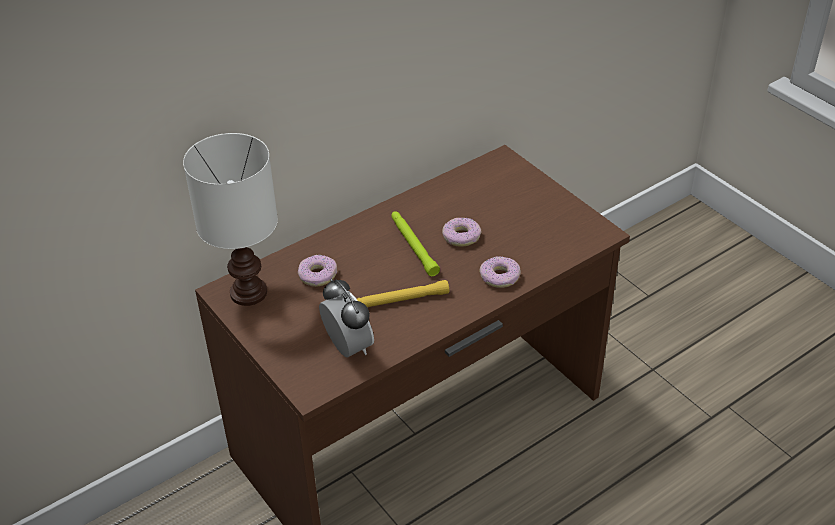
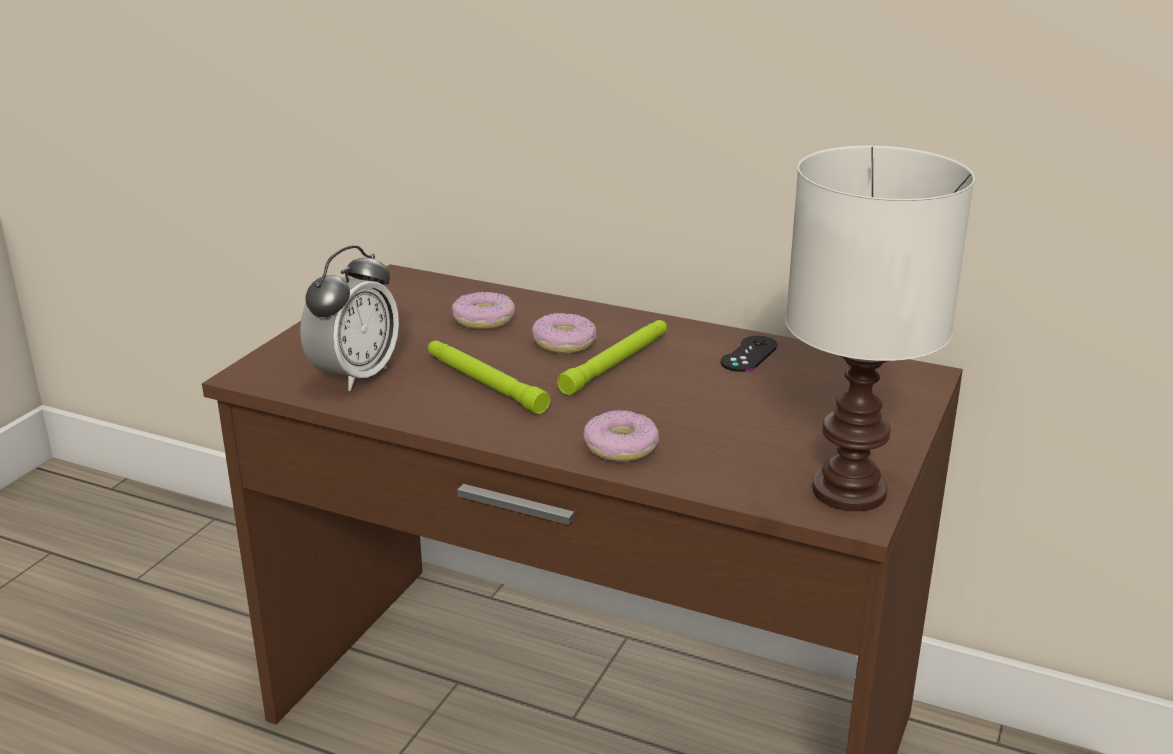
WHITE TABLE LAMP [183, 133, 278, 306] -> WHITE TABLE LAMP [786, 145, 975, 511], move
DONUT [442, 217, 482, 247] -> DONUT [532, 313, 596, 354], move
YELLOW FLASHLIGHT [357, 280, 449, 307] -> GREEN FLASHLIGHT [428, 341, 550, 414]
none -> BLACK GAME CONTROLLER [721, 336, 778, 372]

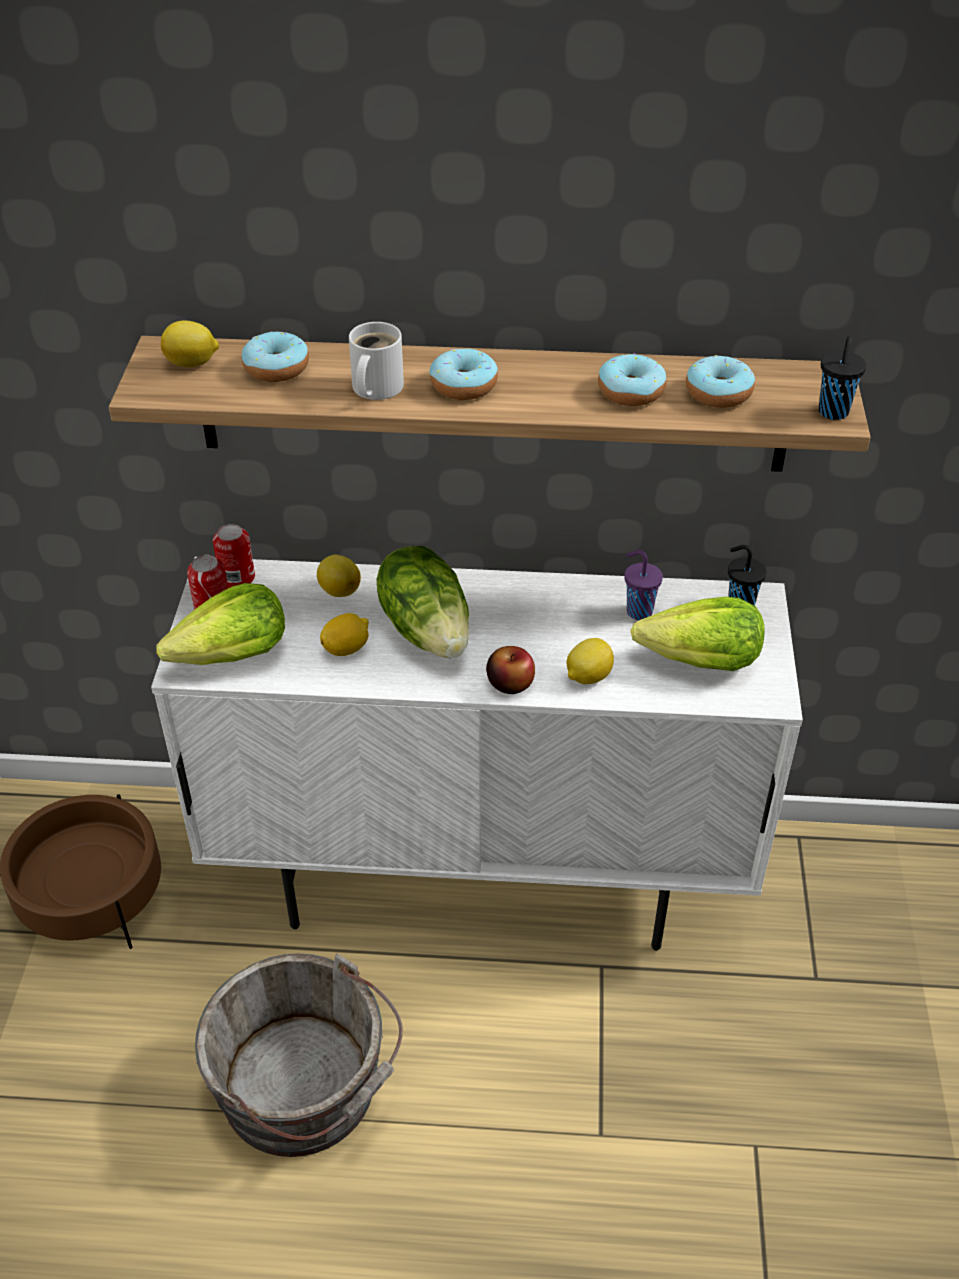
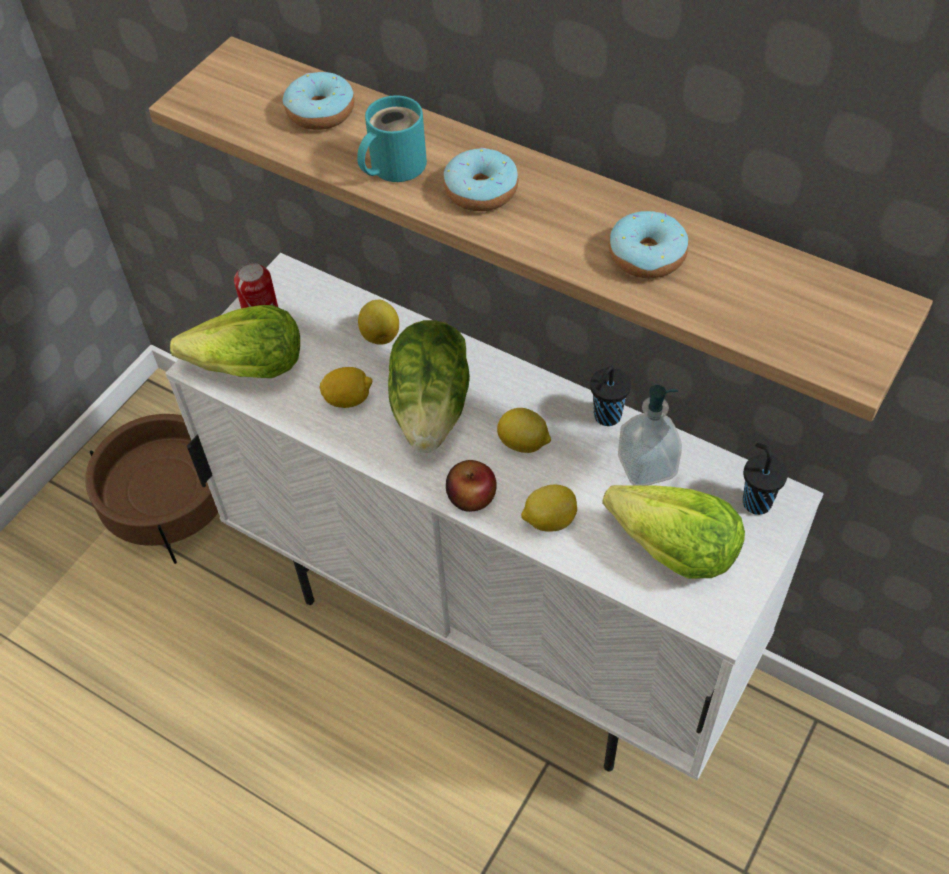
LEMON [161, 321, 219, 367] -> LEMON [497, 408, 551, 453], move
WHITE MUG [349, 322, 404, 400] -> TURQUOISE MUG [357, 95, 427, 182]
BLACK CUP [818, 336, 867, 420] -> BLACK CUP [590, 366, 631, 426], move
DONUT [686, 355, 755, 408] -> none
CAN [213, 524, 255, 588] -> none
PURPLE CUP [624, 550, 663, 620] -> SOAP DISPENSER [618, 385, 682, 486]
GREY BUCKET [195, 953, 403, 1157] -> none

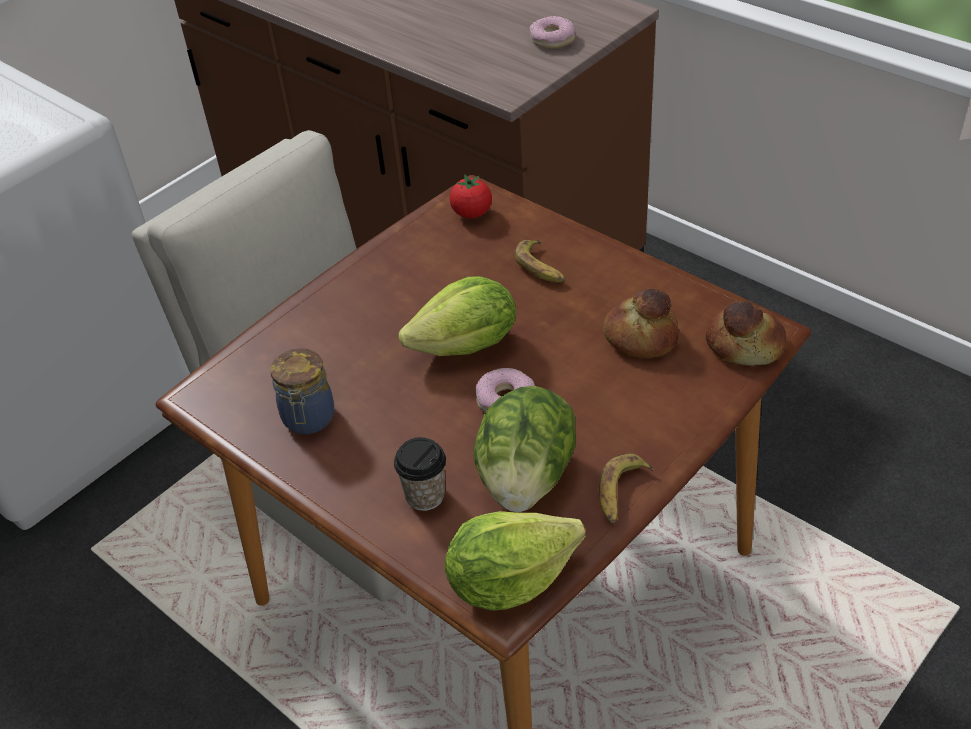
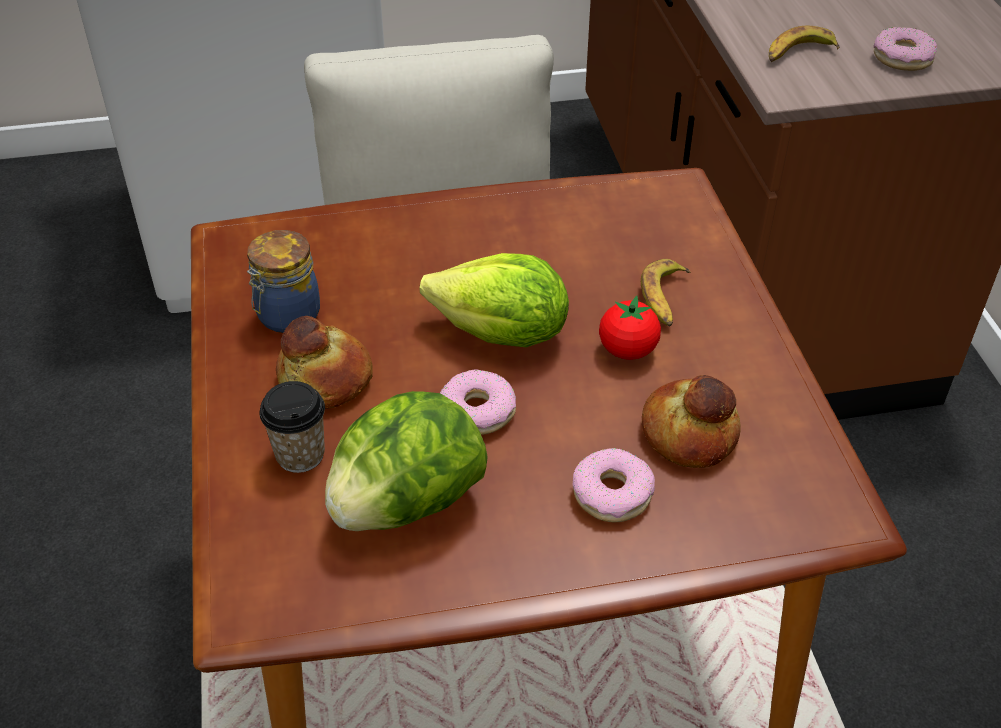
TOMATO [450, 174, 492, 218] -> TOMATO [599, 296, 661, 360], move
BREAD [706, 301, 787, 366] -> BREAD [276, 316, 373, 409], move
BANANA [599, 453, 654, 524] -> BANANA [769, 26, 840, 62], move
LETTUCE [445, 511, 585, 611] -> none
none -> DONUT [573, 448, 655, 522]

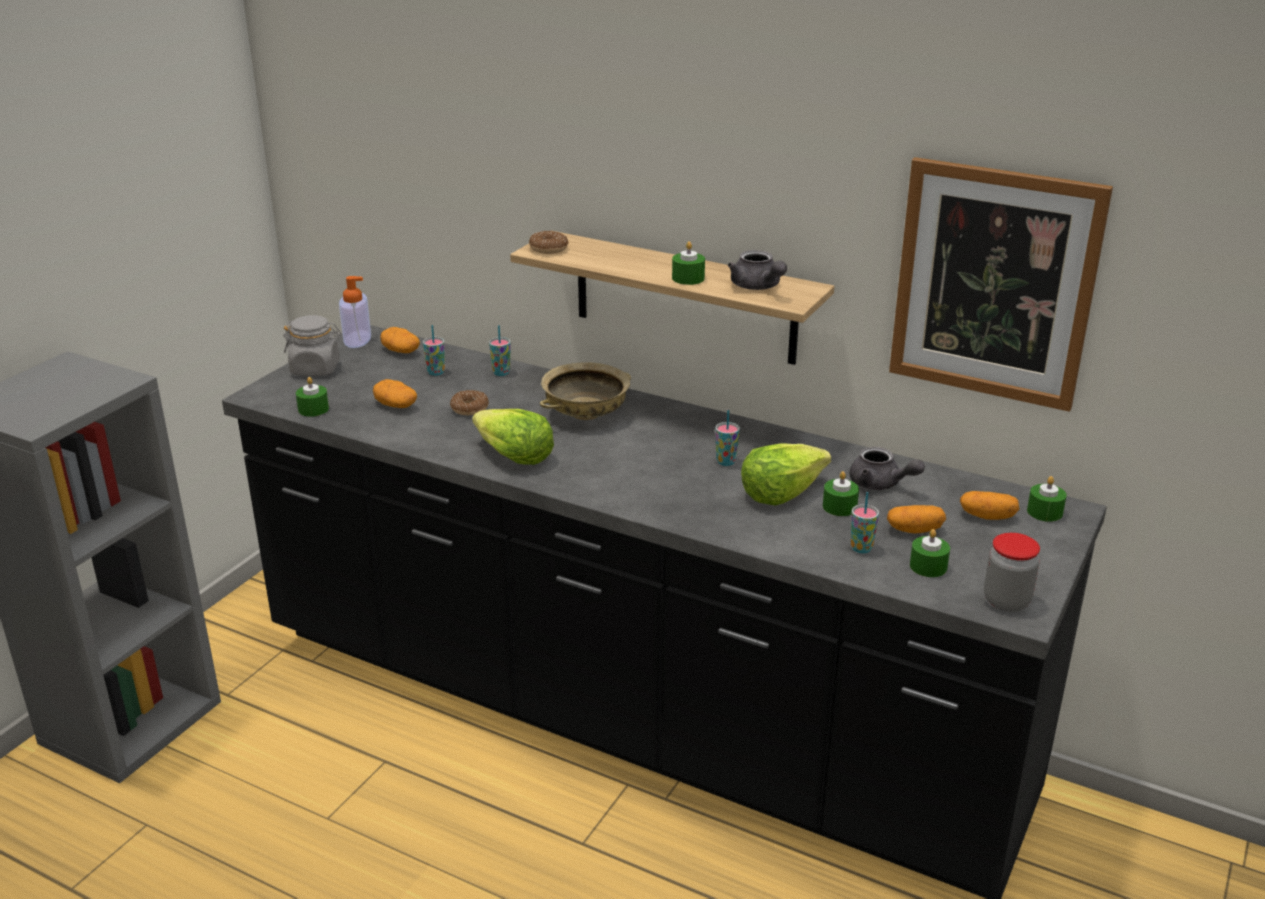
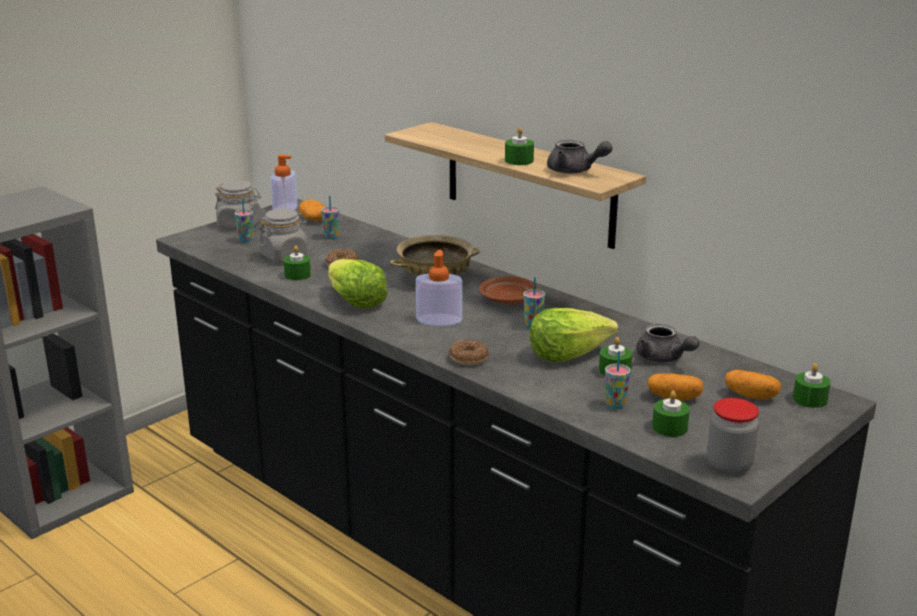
PICTURE [889, 157, 1113, 412] -> none
DONUT [529, 231, 569, 254] -> DONUT [449, 340, 489, 365], move
GREY TEAPOT [728, 250, 787, 290] -> GREY TEAPOT [547, 140, 612, 174], 45 degrees counterclockwise
CUP [489, 325, 511, 376] -> CUP [235, 198, 254, 242], move
GREEN CANDLE [296, 377, 329, 417] -> GREEN CANDLE [283, 246, 311, 280], move
POTATO [373, 379, 417, 408] -> GREY JAR [259, 208, 308, 262]
none -> SOAP DISPENSER [416, 250, 462, 326]
none -> BROWN PLATE [479, 276, 538, 305]

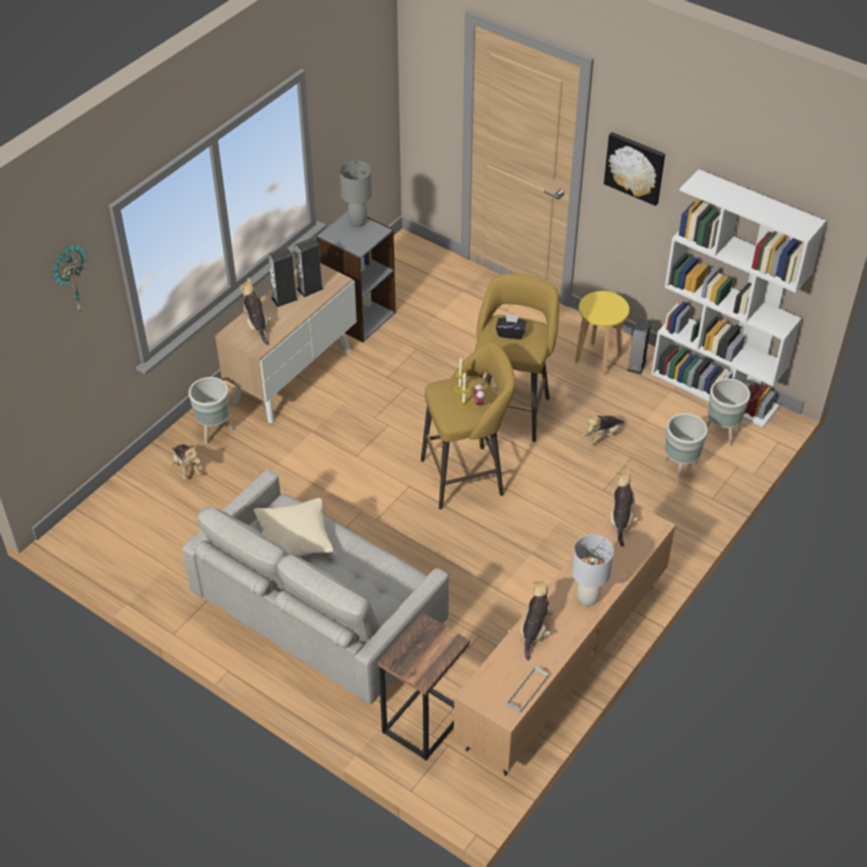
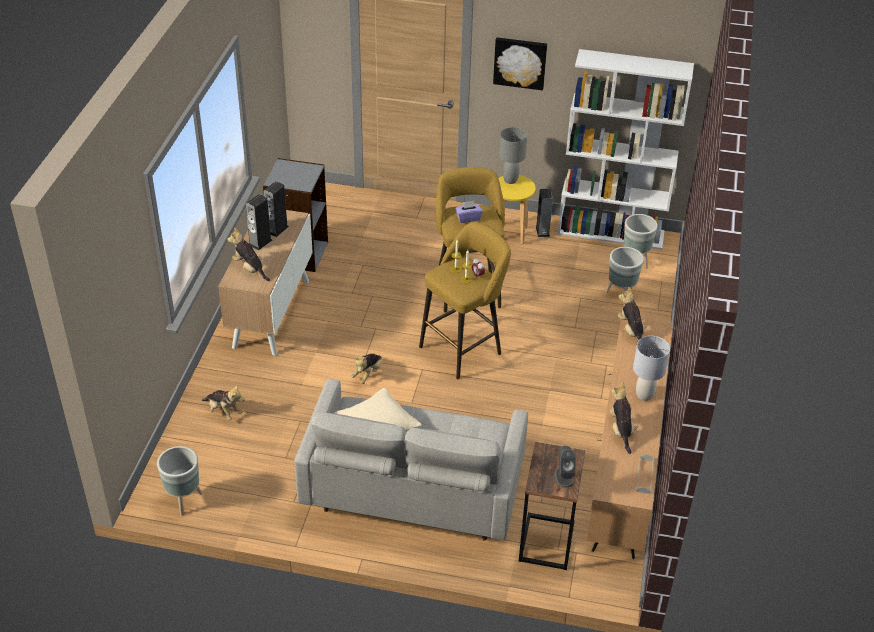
GREY TABLE LAMP [340, 161, 372, 227] -> GREY TABLE LAMP [499, 127, 527, 184], move
WALL CLOCK [52, 243, 87, 311] -> none
BLACK TISSUE BOX [496, 314, 527, 339] -> PURPLE TISSUE BOX [455, 201, 483, 223]
GREY PLANTER [189, 377, 234, 444] -> GREY PLANTER [157, 446, 202, 515], move
PLUSH TOY [583, 415, 624, 445] -> PLUSH TOY [351, 353, 382, 384], move
none -> GREY SPEAKER [555, 446, 576, 488]

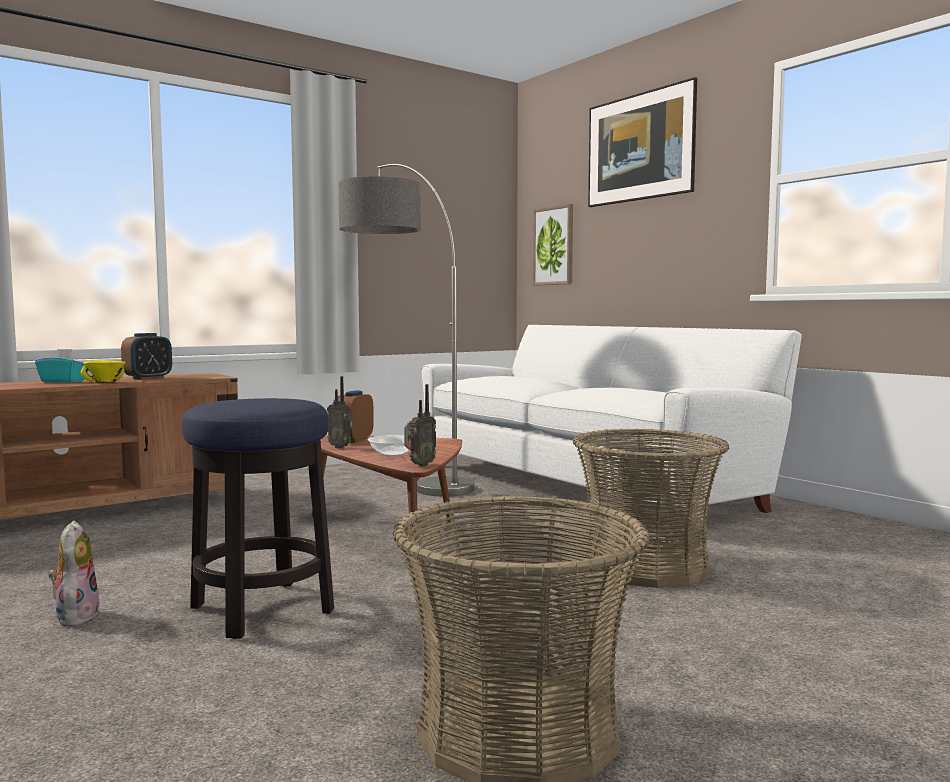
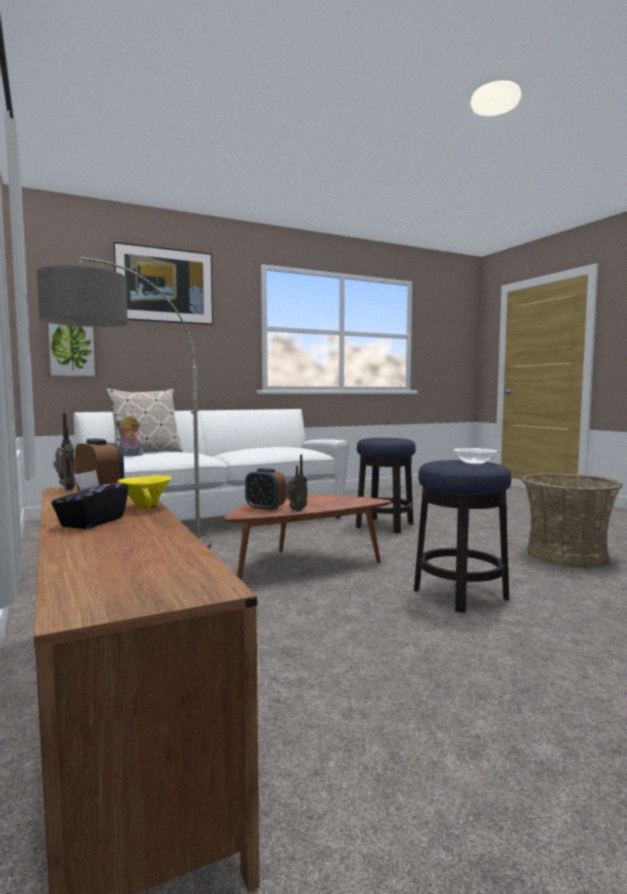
TURQUOISE TISSUE BOX [35, 349, 84, 383] -> BLACK TISSUE BOX [51, 470, 129, 529]
RADIO [404, 384, 436, 466] -> RADIO [54, 413, 75, 490], move
BASKET [573, 428, 729, 588] -> STOOL [356, 438, 416, 534]
BOWL [368, 435, 410, 456] -> BOWL [454, 448, 497, 464], move
PLUSH TOY [48, 521, 100, 627] -> PLUSH TOY [115, 412, 143, 456], move
none -> PILLOW [106, 389, 183, 452]

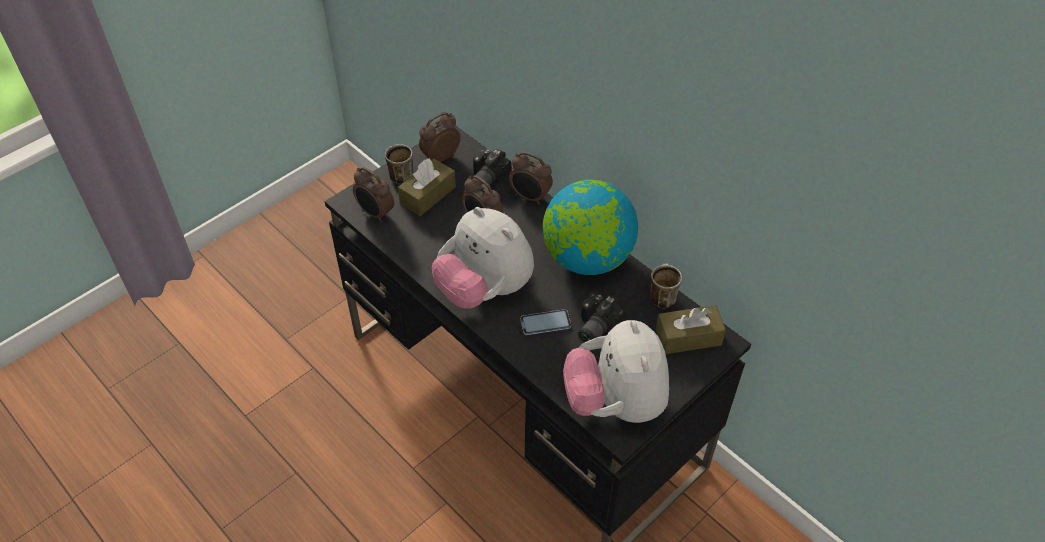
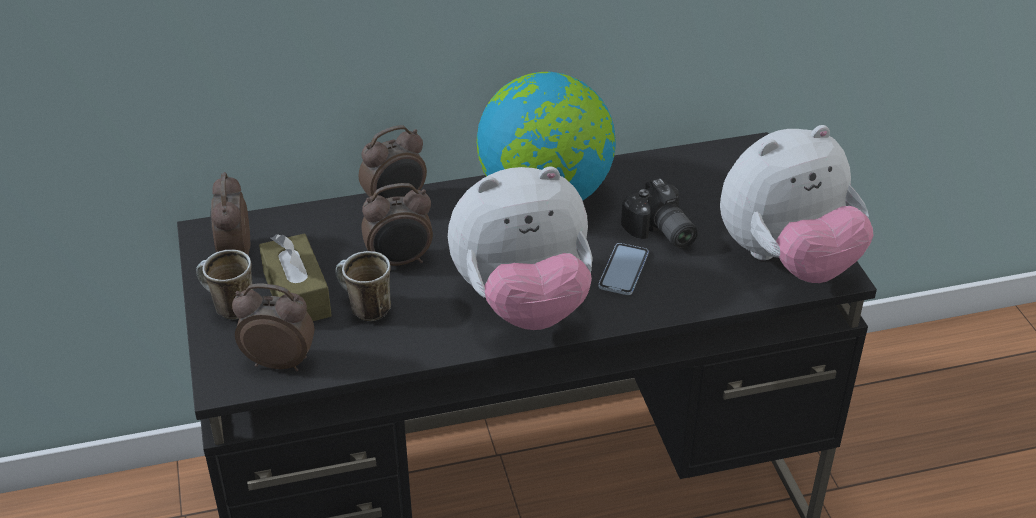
PHOTO CAMERA [473, 148, 511, 185] -> none
ALARM CLOCK [353, 167, 394, 222] -> ALARM CLOCK [232, 283, 314, 371], 150 degrees counterclockwise
MUG [650, 264, 682, 308] -> MUG [335, 251, 391, 321], move
BROWN TISSUE BOX [656, 305, 726, 354] -> none
PLUSH TOY [563, 320, 669, 423] -> PLUSH TOY [720, 125, 874, 283], 45 degrees counterclockwise

